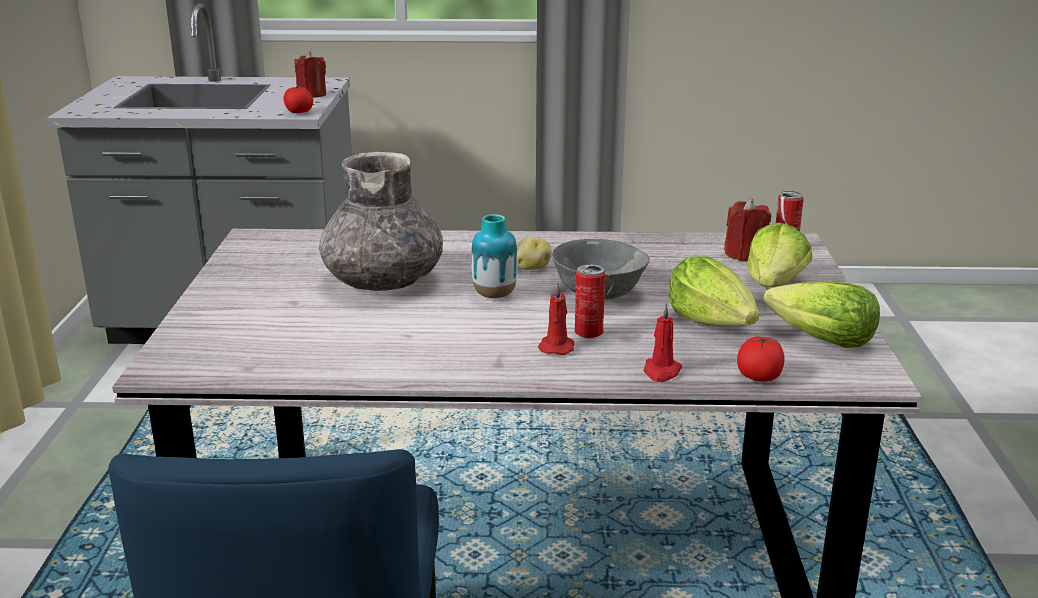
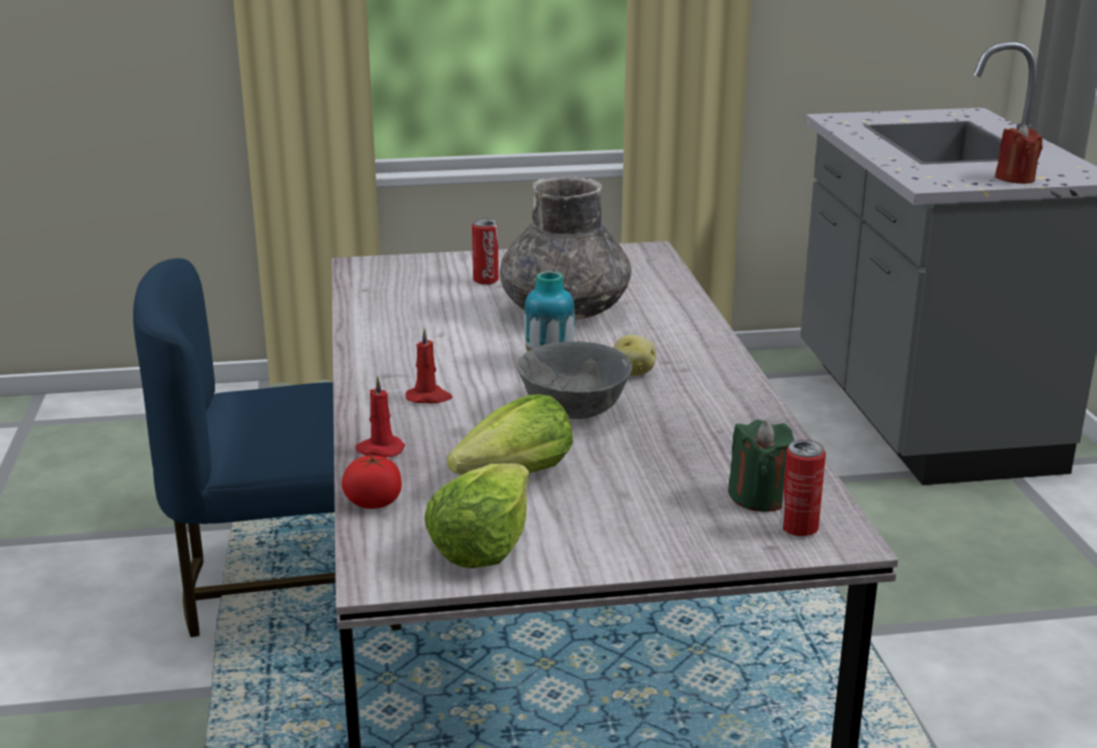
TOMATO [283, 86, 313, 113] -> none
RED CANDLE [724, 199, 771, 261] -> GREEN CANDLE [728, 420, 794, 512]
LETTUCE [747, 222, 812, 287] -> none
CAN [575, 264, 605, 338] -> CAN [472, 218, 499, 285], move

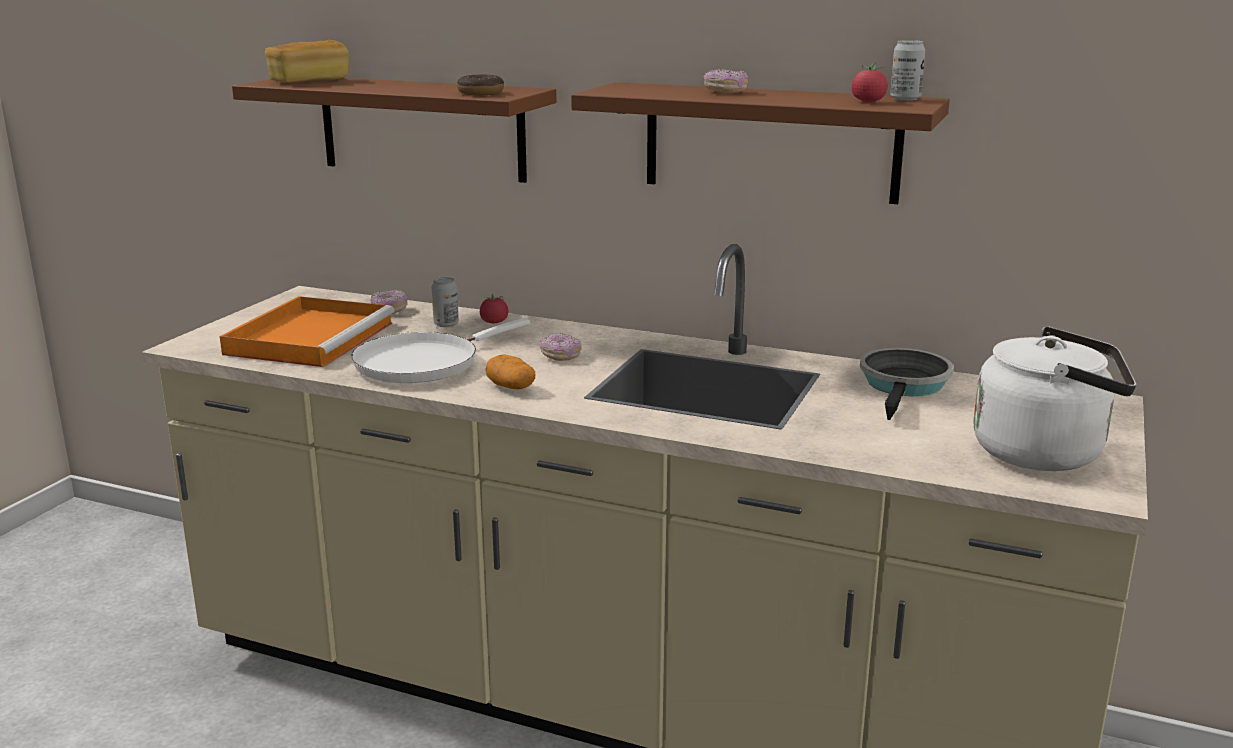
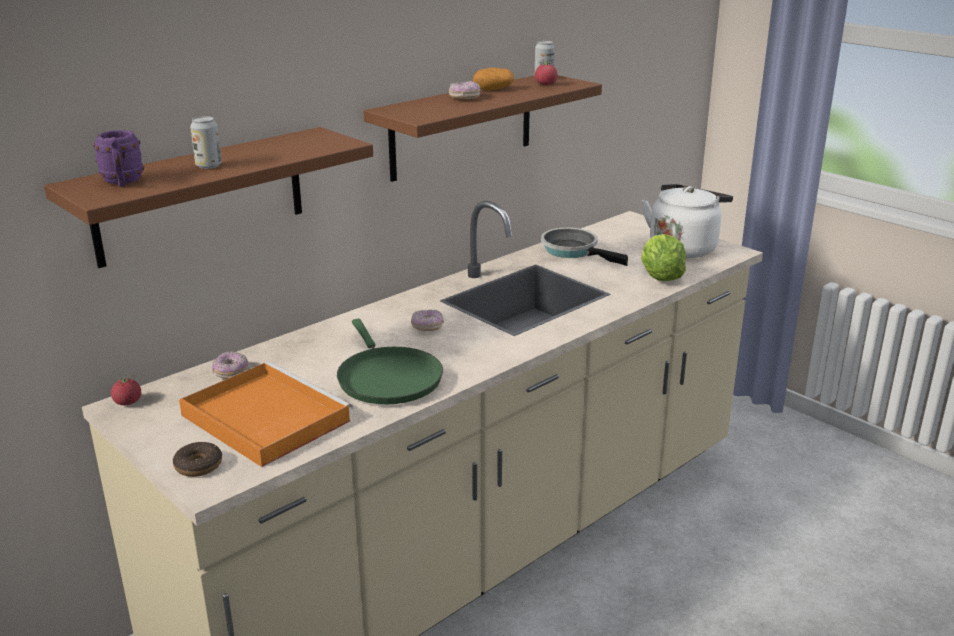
BREAD [265, 40, 349, 83] -> PURPLE MUG [93, 130, 144, 187]
DONUT [457, 74, 504, 95] -> DONUT [173, 442, 222, 477], move
CAN [432, 277, 459, 327] -> CAN [190, 116, 222, 169], move
TOMATO [480, 294, 508, 323] -> TOMATO [111, 375, 141, 405], move
WHITE FRYING PAN [351, 318, 530, 383] -> GREEN FRYING PAN [337, 319, 443, 404]
POTATO [485, 354, 535, 390] -> POTATO [473, 68, 514, 91], move
none -> LETTUCE [641, 234, 686, 281]

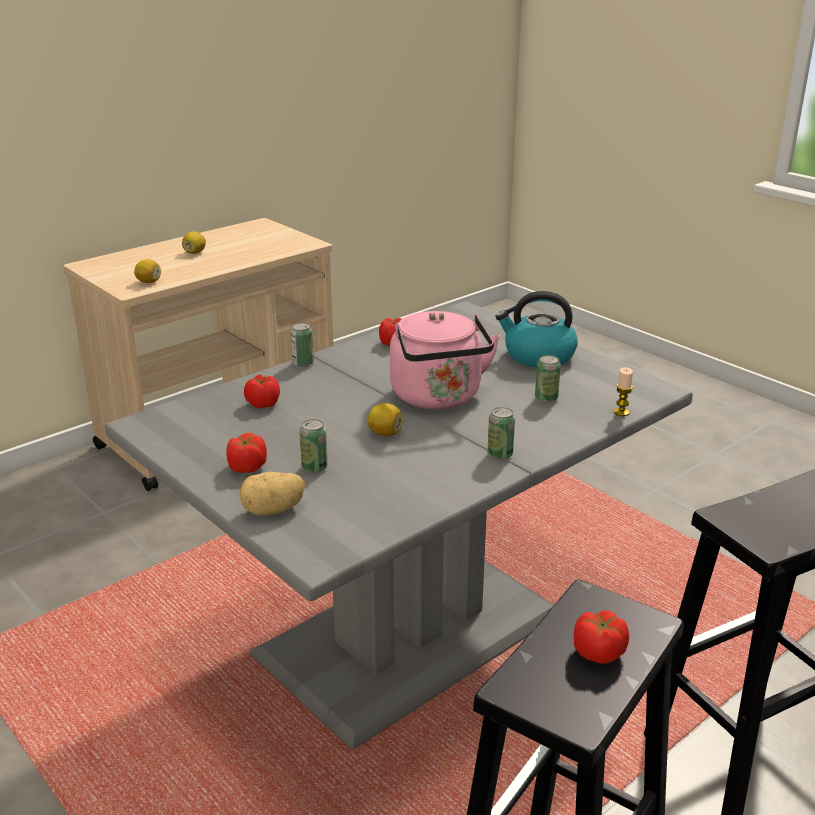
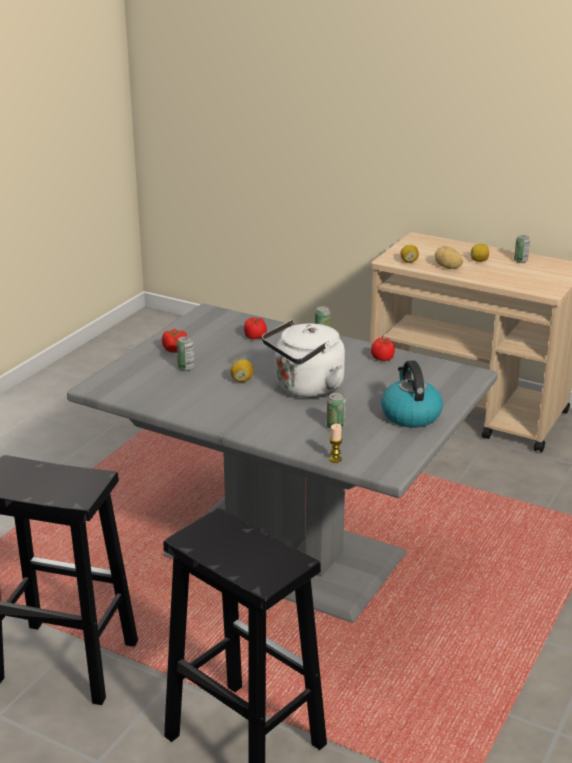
PINK KETTLE [390, 311, 500, 409] -> WHITE KETTLE [262, 320, 345, 398]
CAN [488, 407, 515, 460] -> CAN [514, 235, 530, 263], move
POTATO [240, 472, 305, 516] -> POTATO [434, 246, 463, 269], move
TOMATO [574, 610, 629, 664] -> none

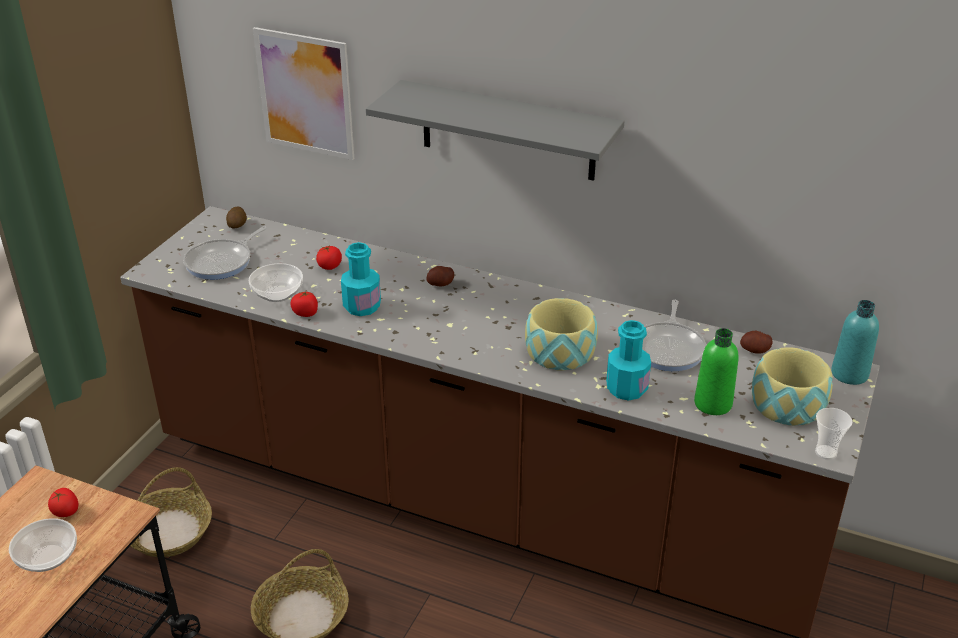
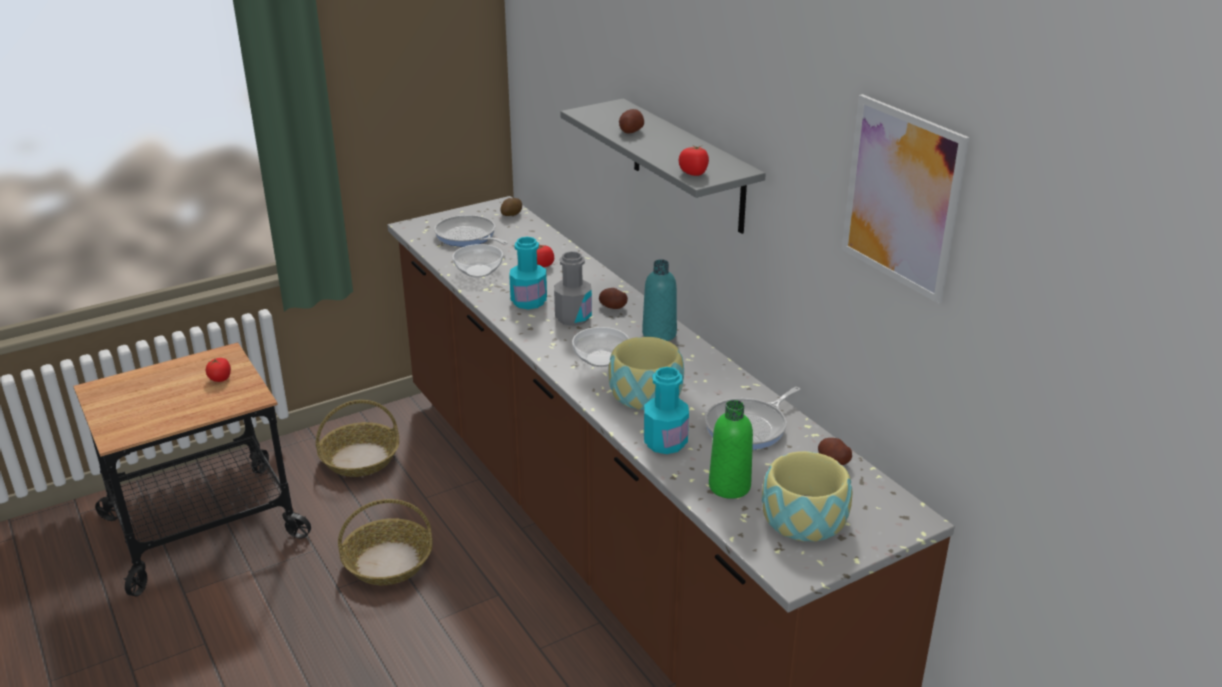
PICTURE [253, 27, 354, 160] -> PICTURE [842, 94, 970, 304], move
FRYING PAN [183, 226, 267, 280] -> FRYING PAN [434, 215, 508, 246], 60 degrees clockwise
TOMATO [290, 291, 318, 317] -> TOMATO [679, 146, 709, 176], move
TURQUOISE BOTTLE [831, 300, 879, 385] -> TURQUOISE BOTTLE [642, 259, 677, 341], move
CUP [815, 408, 852, 460] -> none
BOWL [9, 518, 77, 572] -> BOWL [572, 327, 629, 367], move
none -> POTATO [619, 109, 644, 133]
none -> GREY BOTTLE [554, 251, 592, 326]

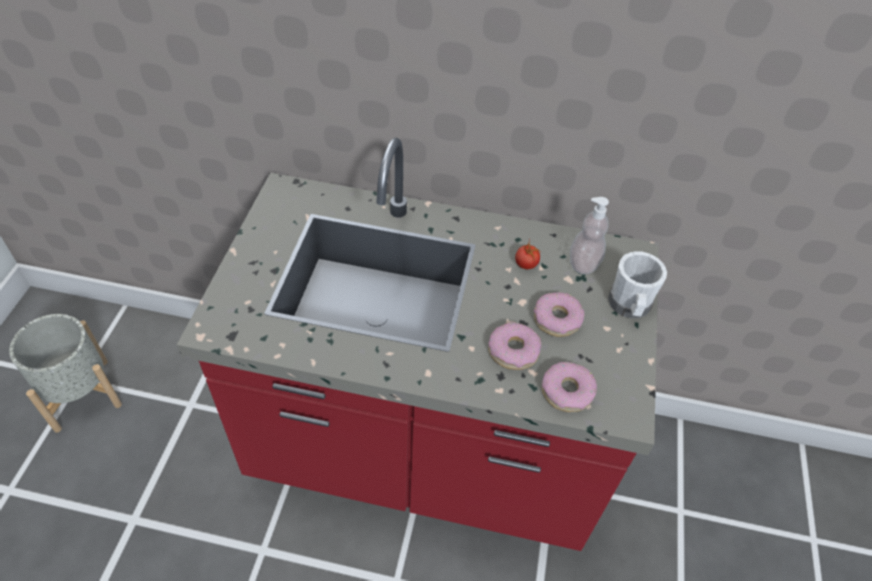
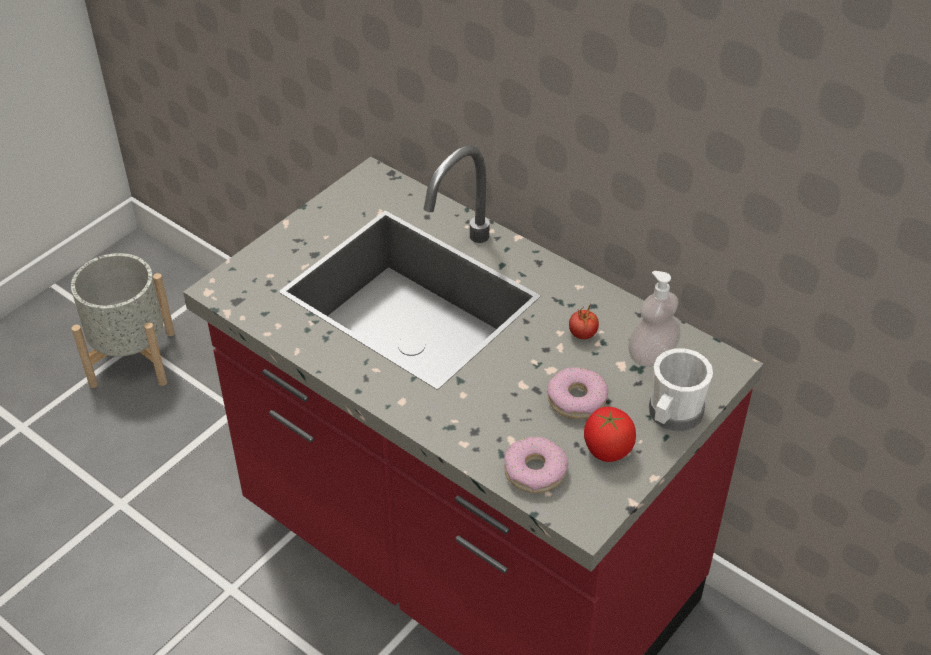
DONUT [488, 322, 541, 370] -> none
none -> TOMATO [584, 407, 636, 462]

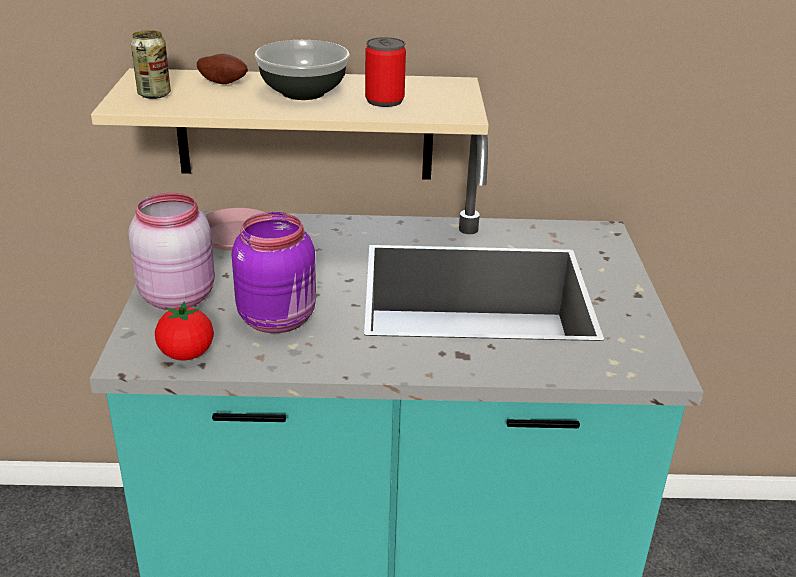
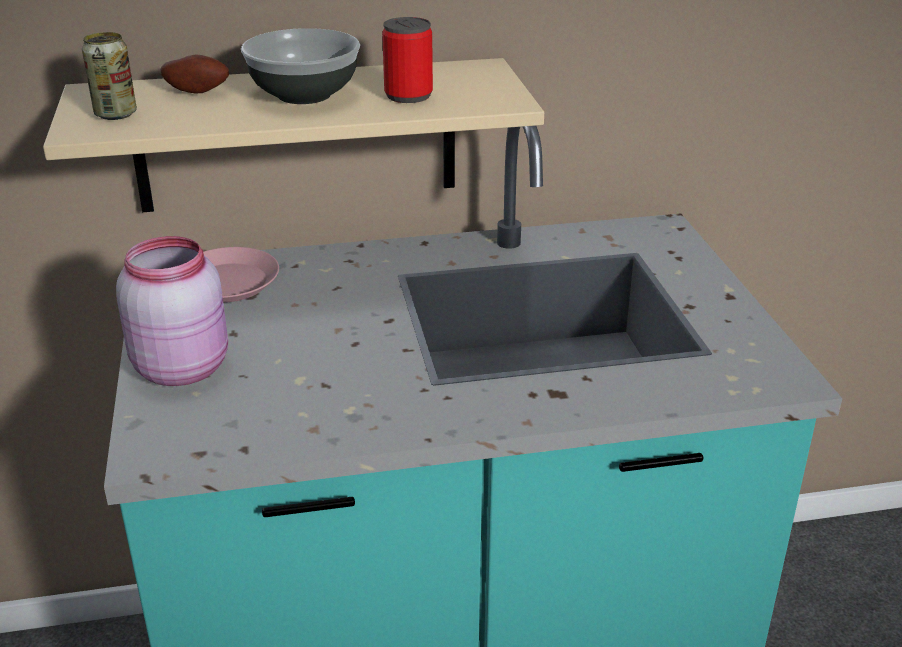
PURPLE JAR [232, 212, 316, 333] -> none
TOMATO [155, 301, 214, 360] -> none

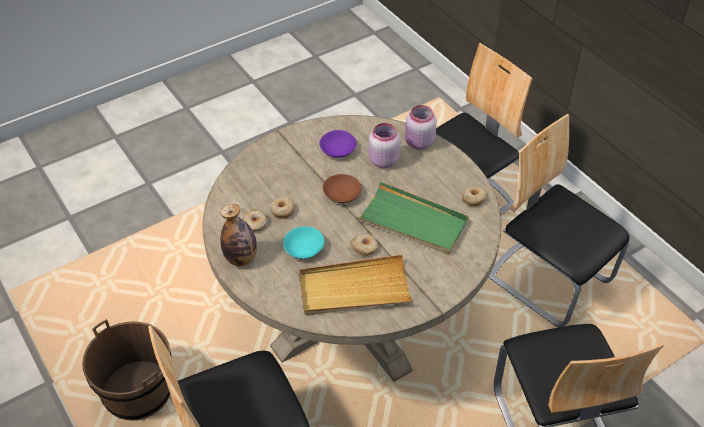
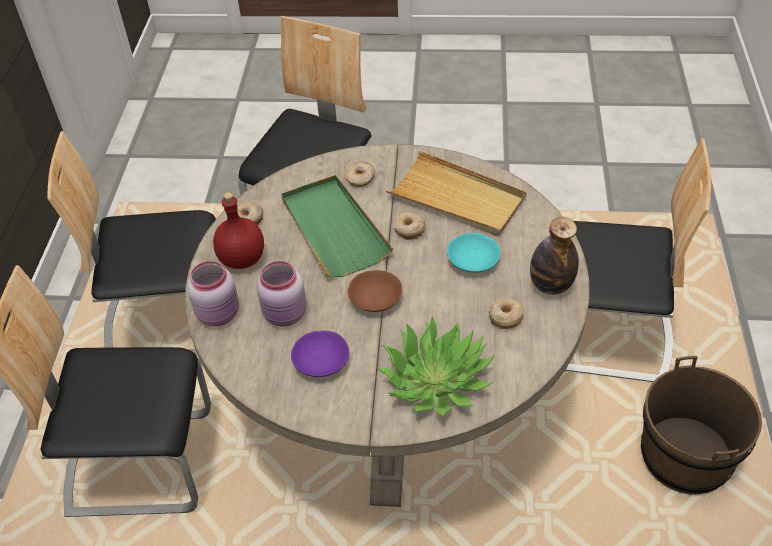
CHAIR [488, 114, 630, 327] -> CHAIR [48, 131, 216, 356], 90 degrees clockwise
DONUT [270, 197, 295, 219] -> DONUT [344, 161, 375, 187], move
none -> RED BOTTLE [213, 192, 264, 269]
none -> POTTED PLANT [378, 316, 495, 416]

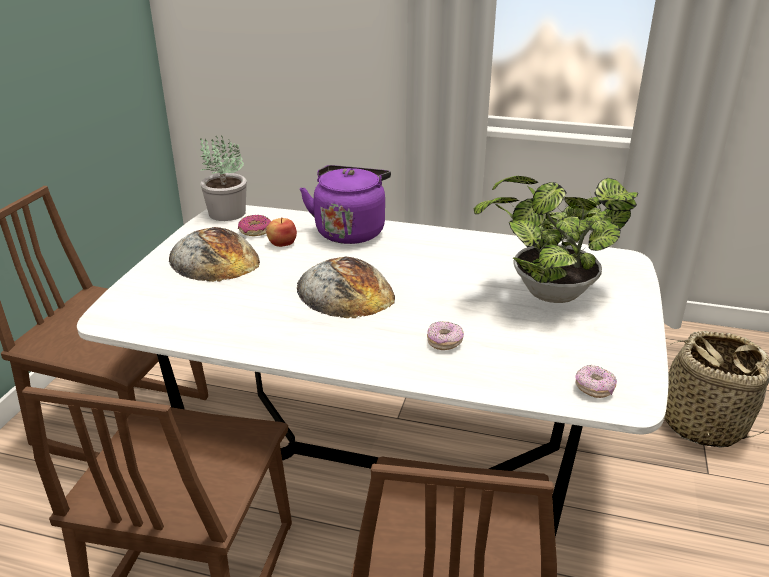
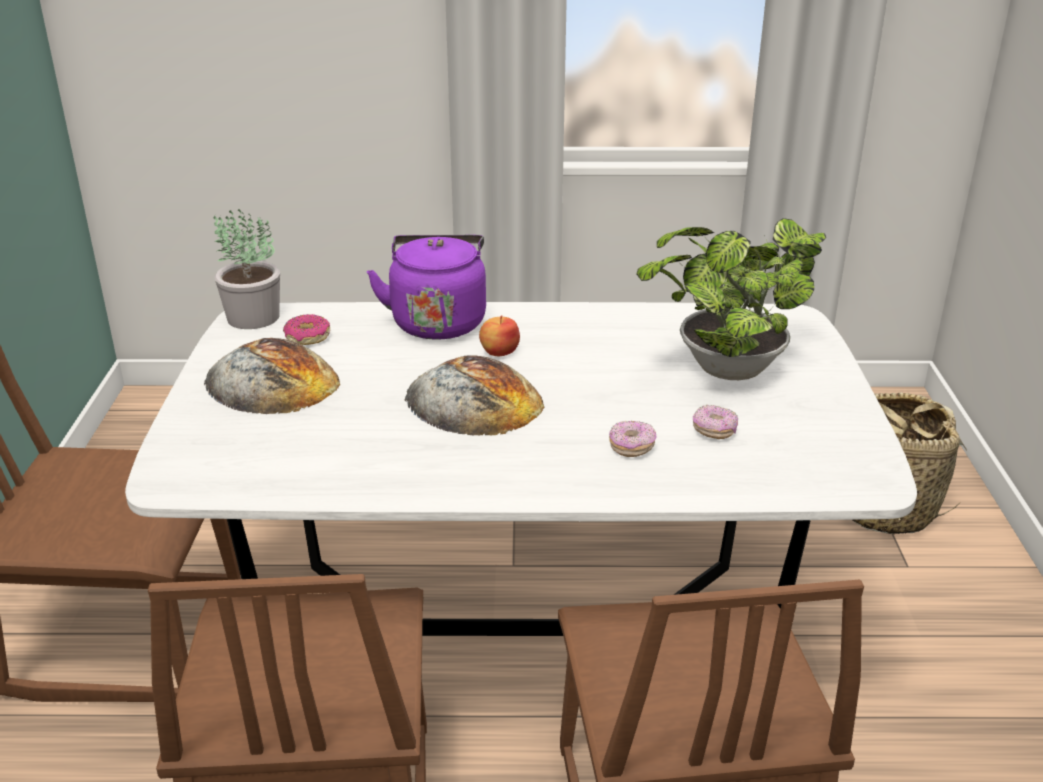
APPLE [266, 217, 297, 247] -> APPLE [479, 315, 520, 356], move
DONUT [575, 365, 617, 398] -> DONUT [693, 405, 738, 439], move

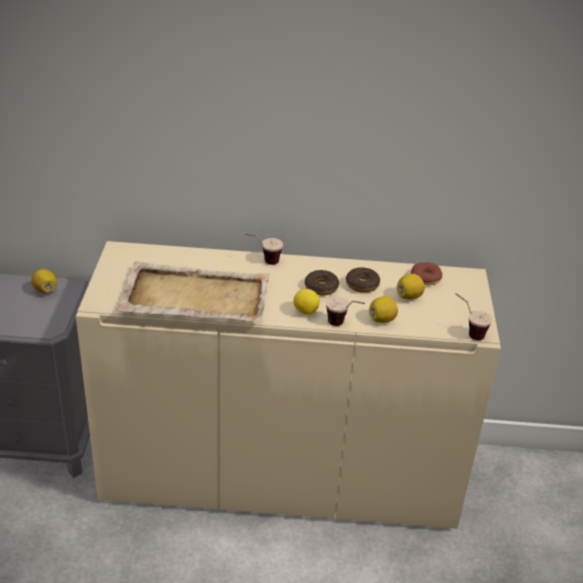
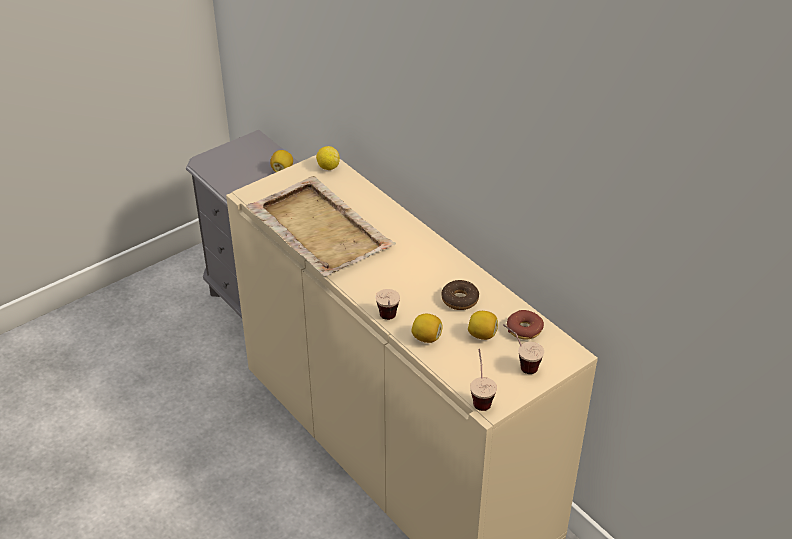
CUP [245, 233, 283, 265] -> CUP [503, 324, 544, 374], move
DONUT [305, 270, 339, 295] -> none
LEMON [293, 289, 320, 315] -> LEMON [316, 146, 340, 170], move

